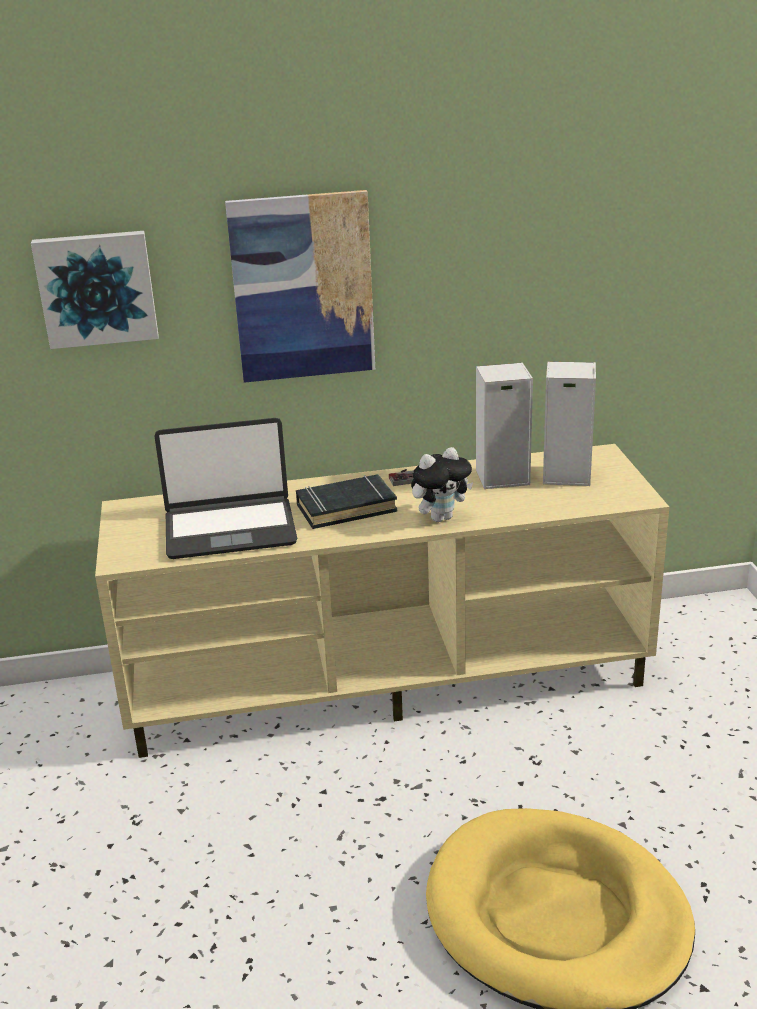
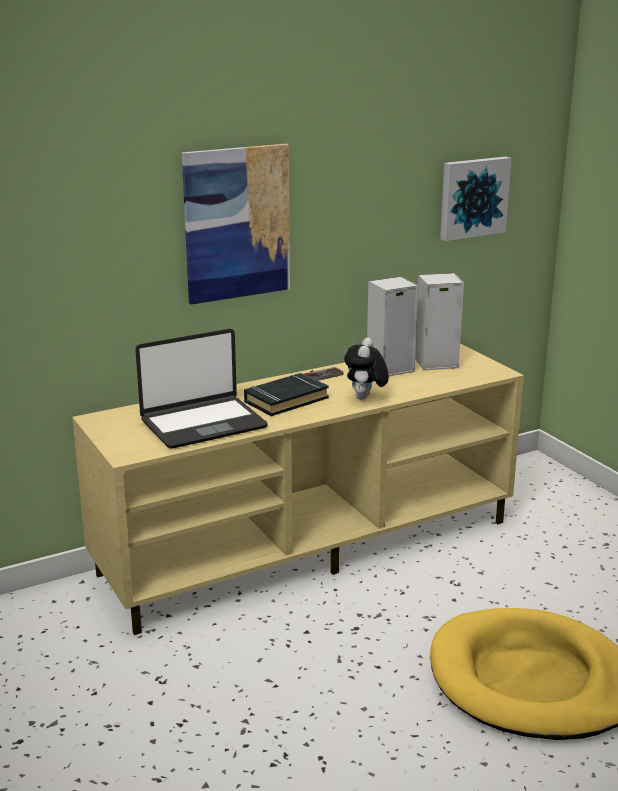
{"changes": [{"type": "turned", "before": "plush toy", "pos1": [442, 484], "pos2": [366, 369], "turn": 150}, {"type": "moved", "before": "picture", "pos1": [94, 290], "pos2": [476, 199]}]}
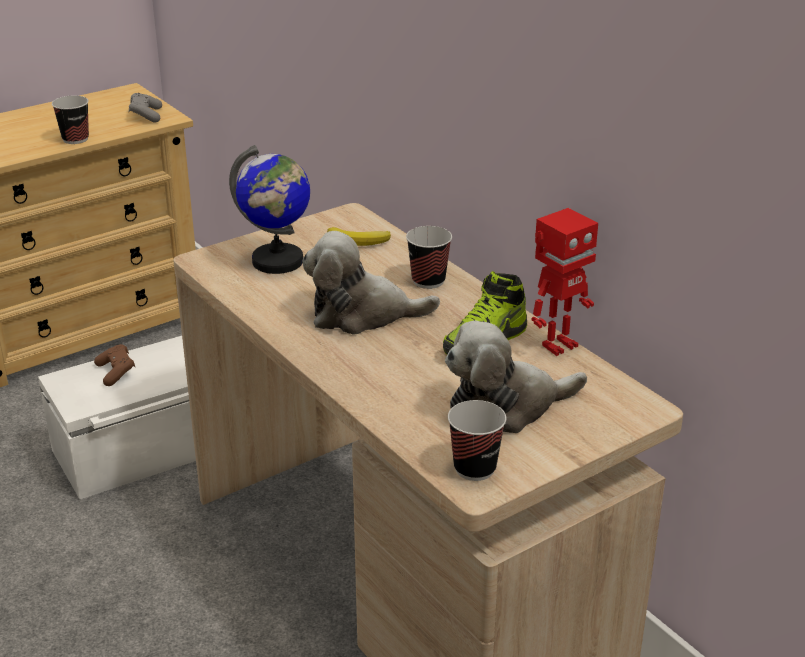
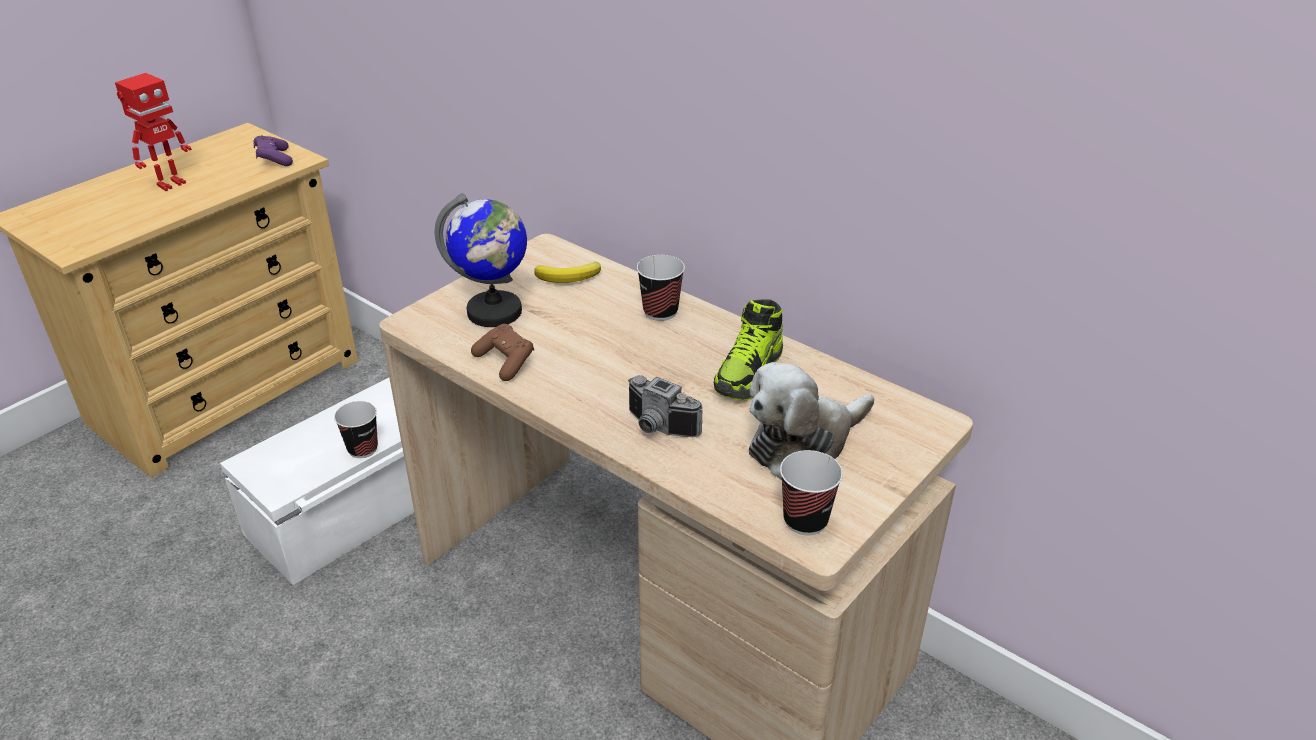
{"changes": [{"type": "moved", "before": "toy robot", "pos1": [564, 282], "pos2": [153, 132]}, {"type": "recoloured", "before": "game controller (grey)", "after": "game controller (purple)", "pos1": [145, 107], "pos2": [273, 150]}, {"type": "moved", "before": "cup", "pos1": [70, 120], "pos2": [356, 429]}, {"type": "moved", "before": "game controller (brown)", "pos1": [114, 365], "pos2": [502, 352]}, {"type": "added", "after": "photo camera", "pos2": [665, 406]}, {"type": "removed", "before": "plush toy", "pos1": [371, 283]}]}
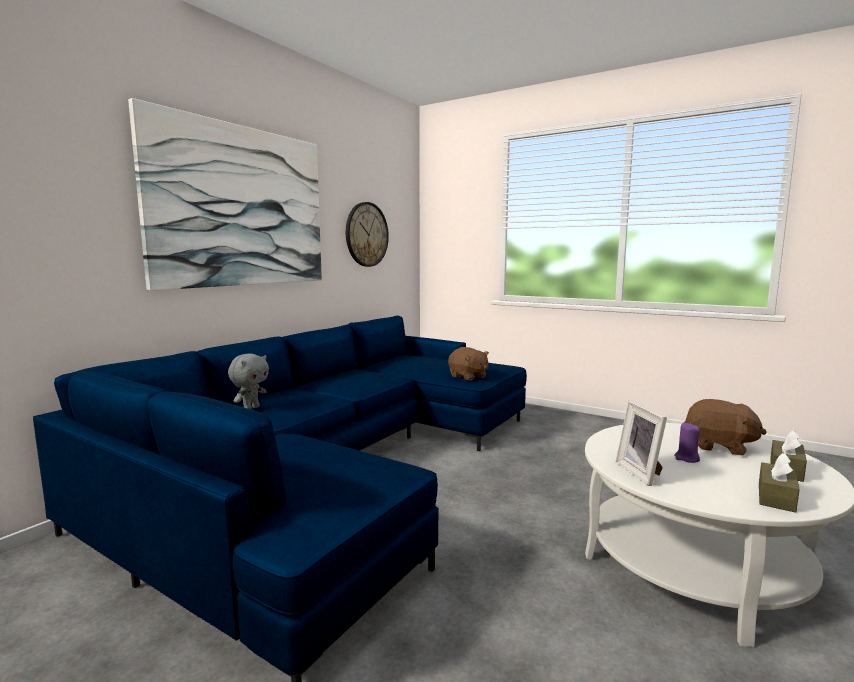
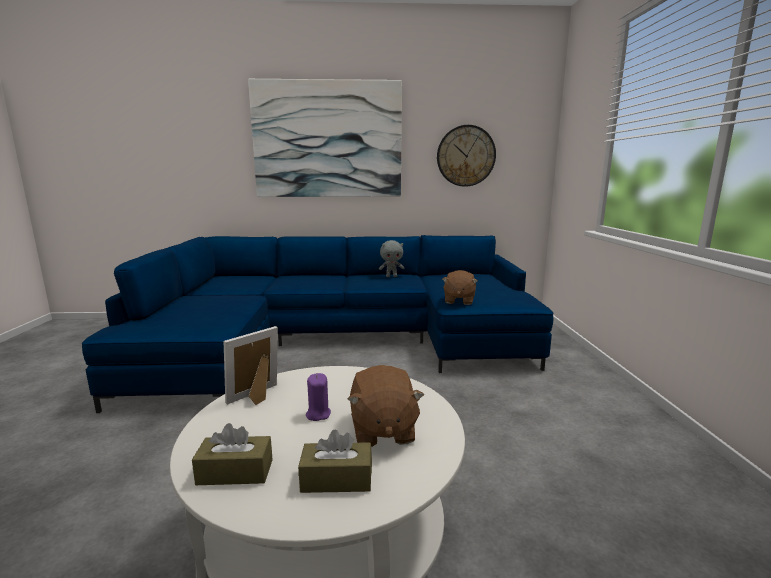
{"changes": [{"type": "moved", "before": "plush toy (grey)", "pos1": [248, 381], "pos2": [391, 258]}]}
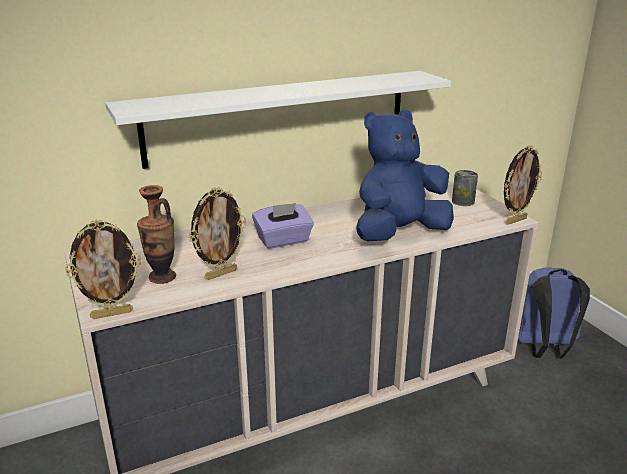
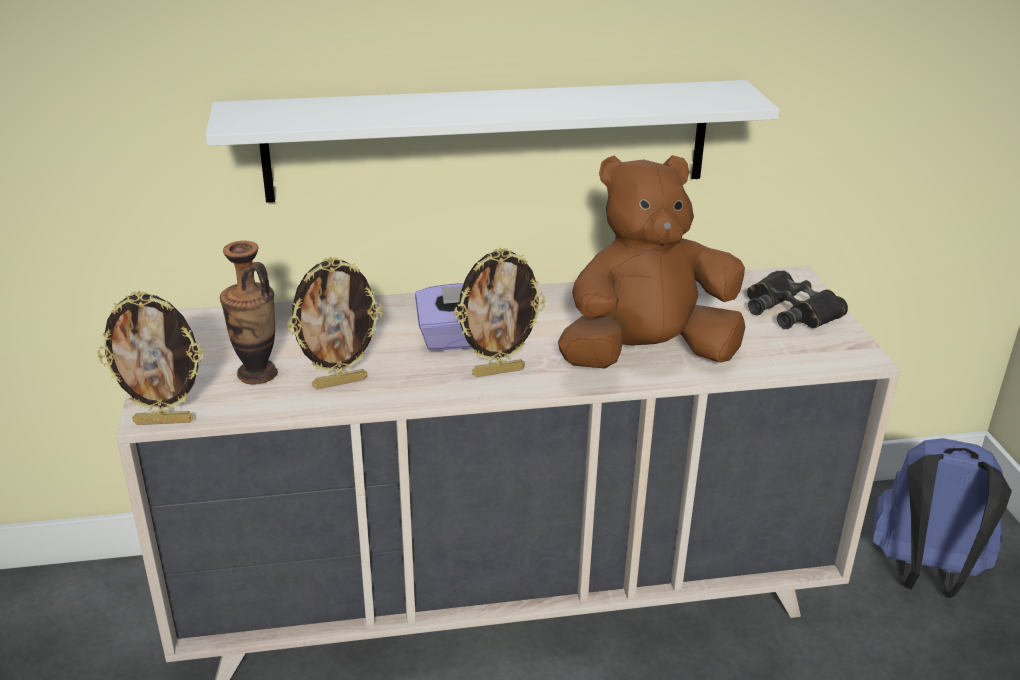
{"changes": [{"type": "moved", "before": "picture frame", "pos1": [523, 185], "pos2": [499, 312]}, {"type": "recoloured", "before": "plush toy (blue)", "after": "plush toy (brown)", "pos1": [405, 175], "pos2": [652, 261]}, {"type": "replaced", "before": "can", "after": "binoculars (black)", "pos1": [465, 188], "pos2": [797, 300]}]}
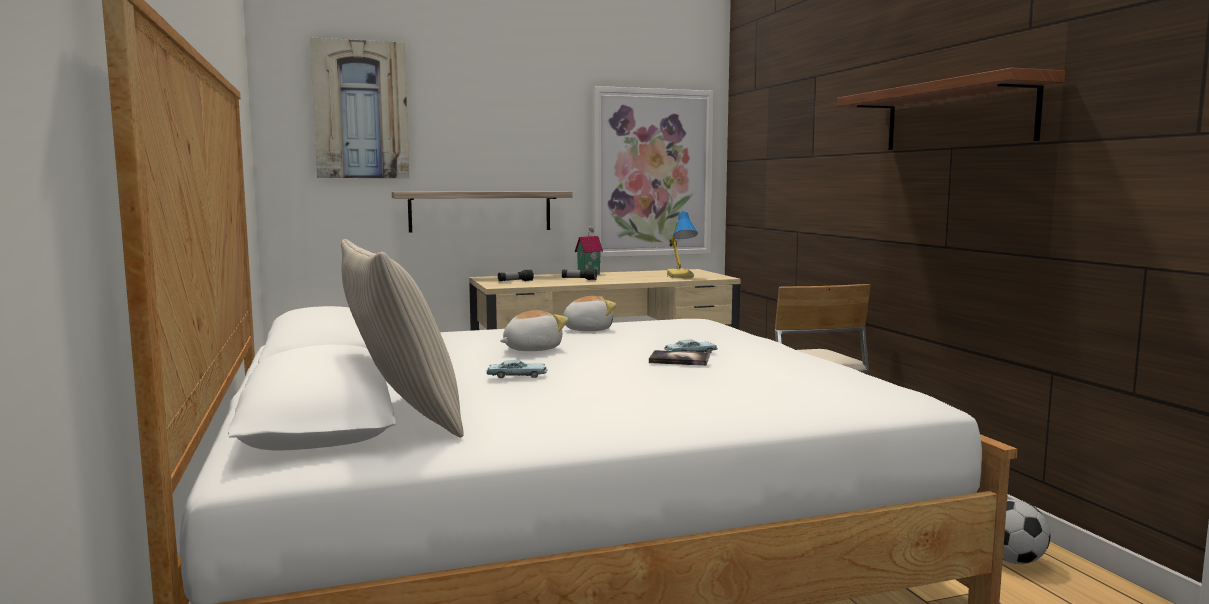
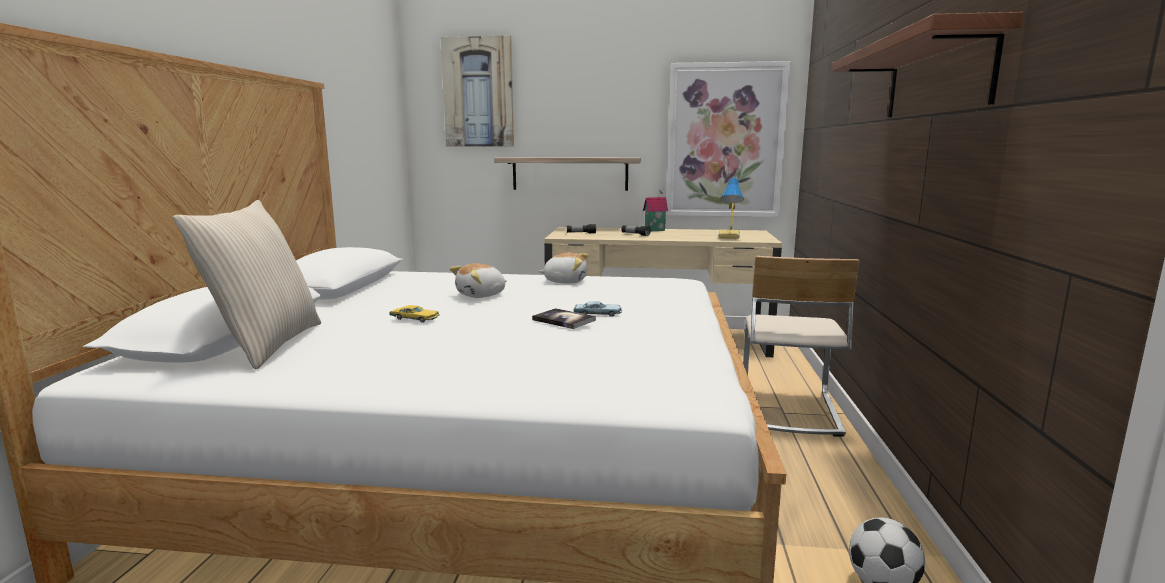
{"changes": [{"type": "recoloured", "before": "toy car (blue)", "after": "toy car (yellow)", "pos1": [516, 369], "pos2": [414, 314]}, {"type": "turned", "before": "plush toy", "pos1": [534, 330], "pos2": [478, 280], "turn": 150}]}
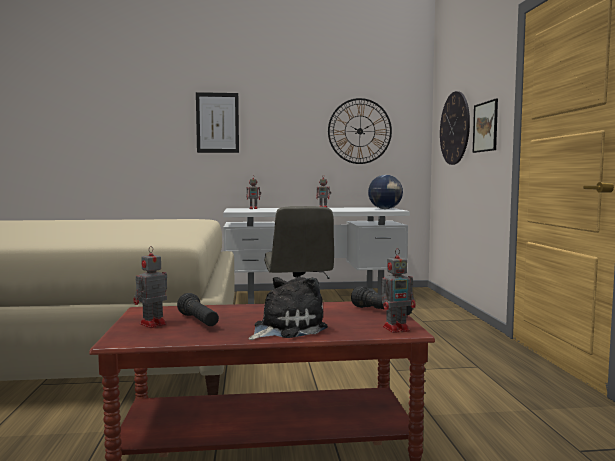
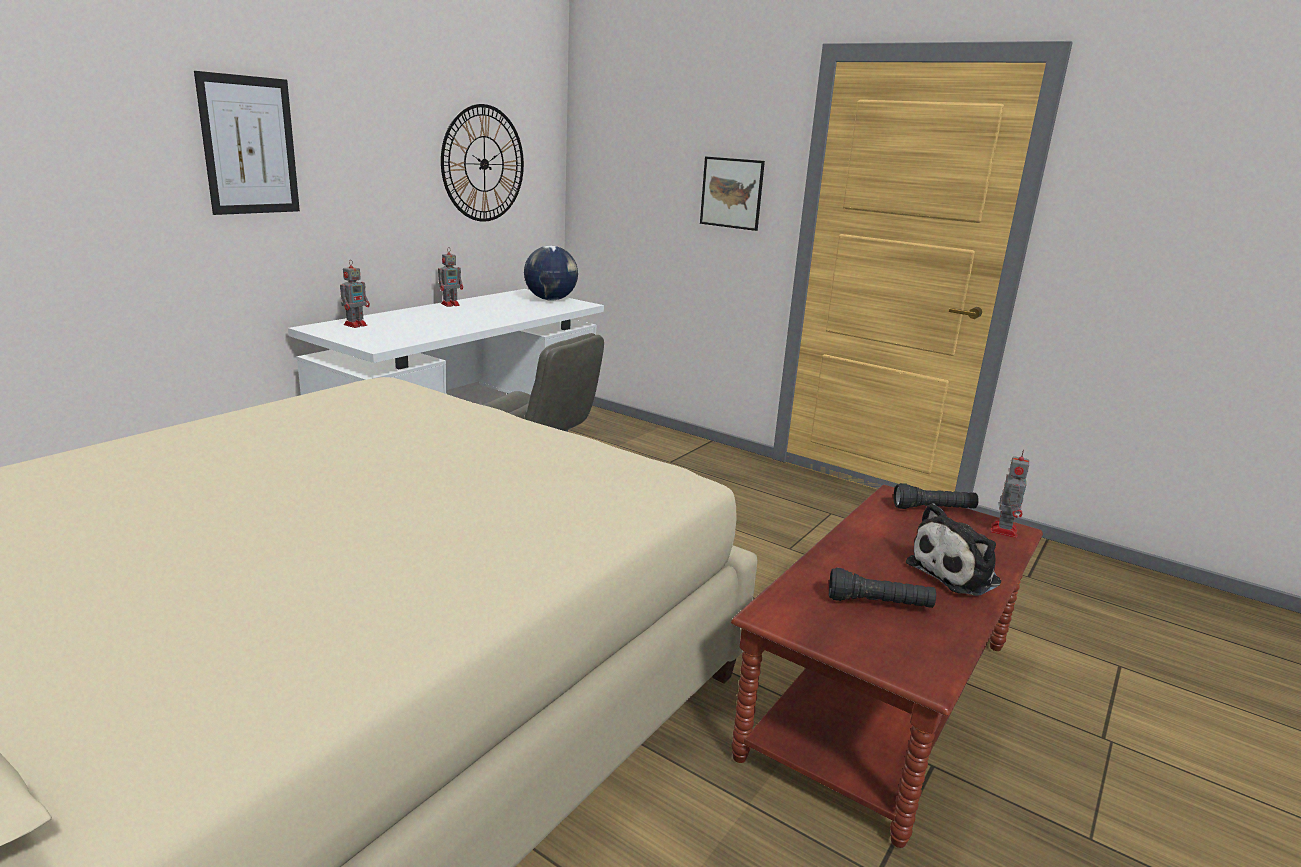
{"changes": [{"type": "turned", "before": "plush toy", "pos1": [288, 308], "pos2": [953, 549], "turn": -120}, {"type": "removed", "before": "toy robot", "pos1": [150, 287]}, {"type": "removed", "before": "wall clock", "pos1": [455, 128]}]}
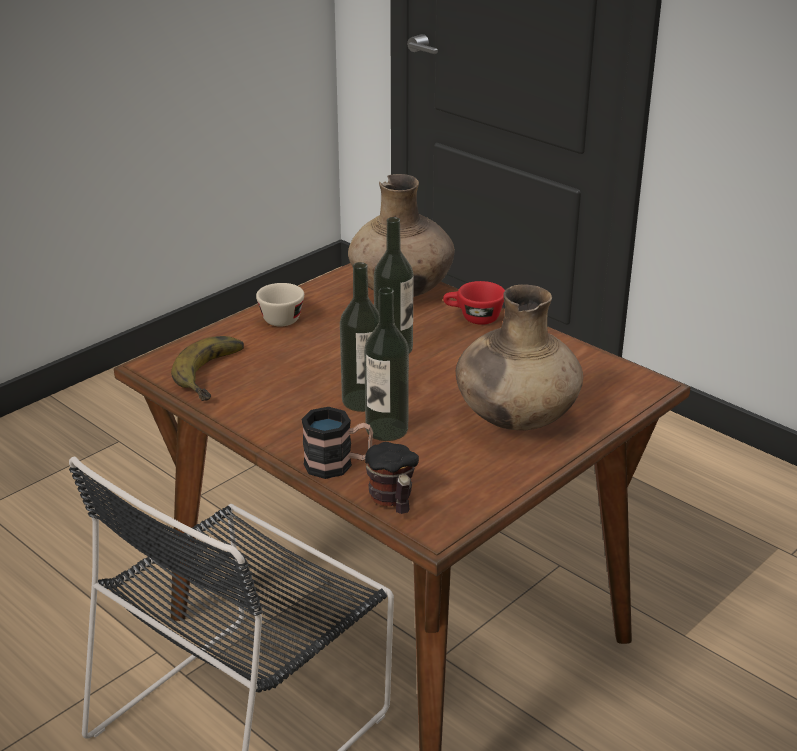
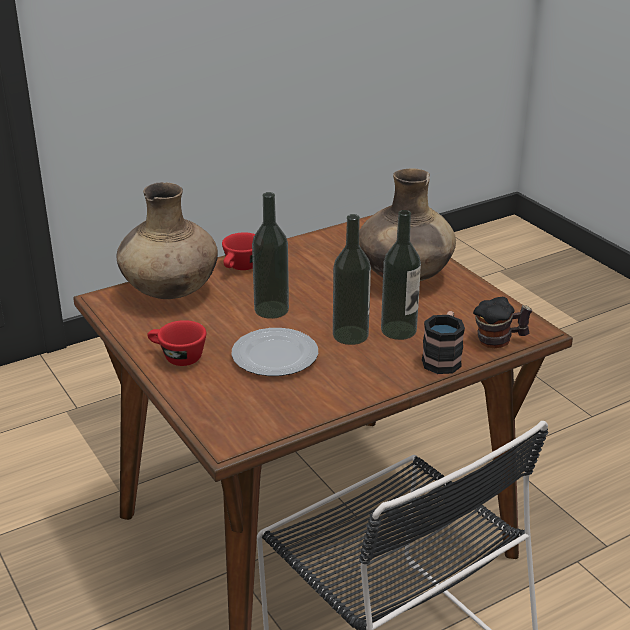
{"changes": [{"type": "recoloured", "before": "cup (beige)", "after": "cup (red)", "pos1": [280, 304], "pos2": [176, 343]}, {"type": "added", "after": "plate", "pos2": [274, 352]}, {"type": "removed", "before": "banana", "pos1": [207, 368]}]}
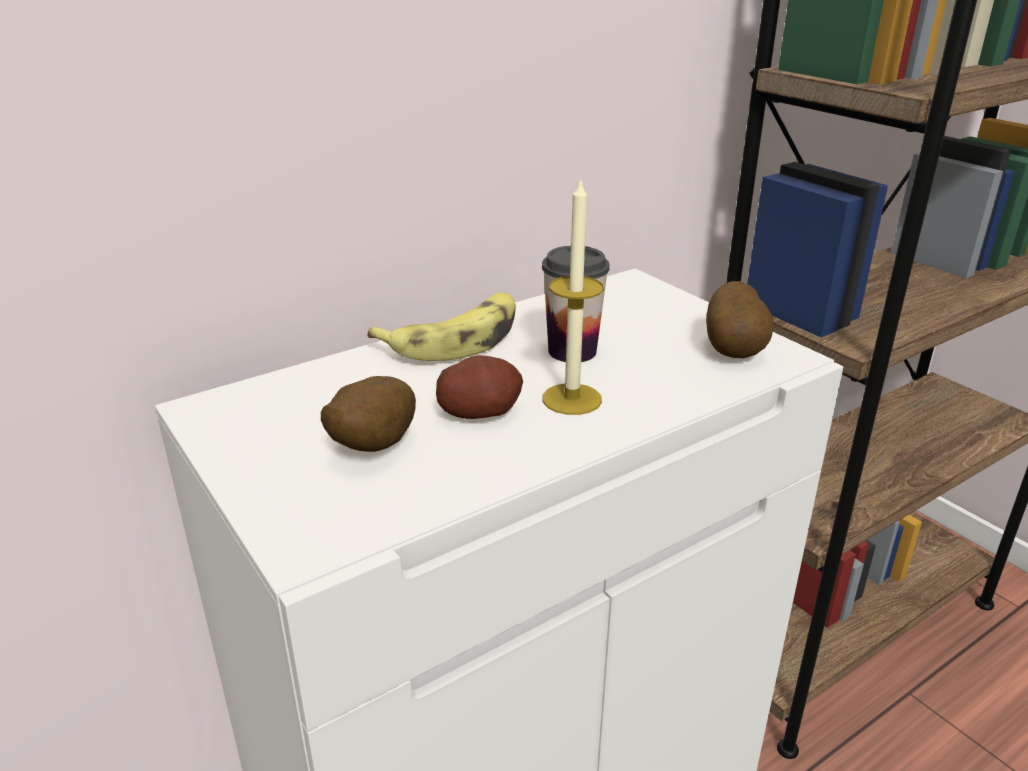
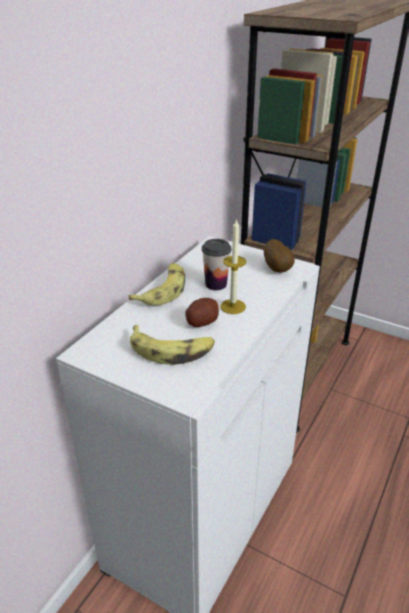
{"changes": [{"type": "replaced", "before": "potato", "after": "banana", "pos1": [368, 414], "pos2": [172, 345]}]}
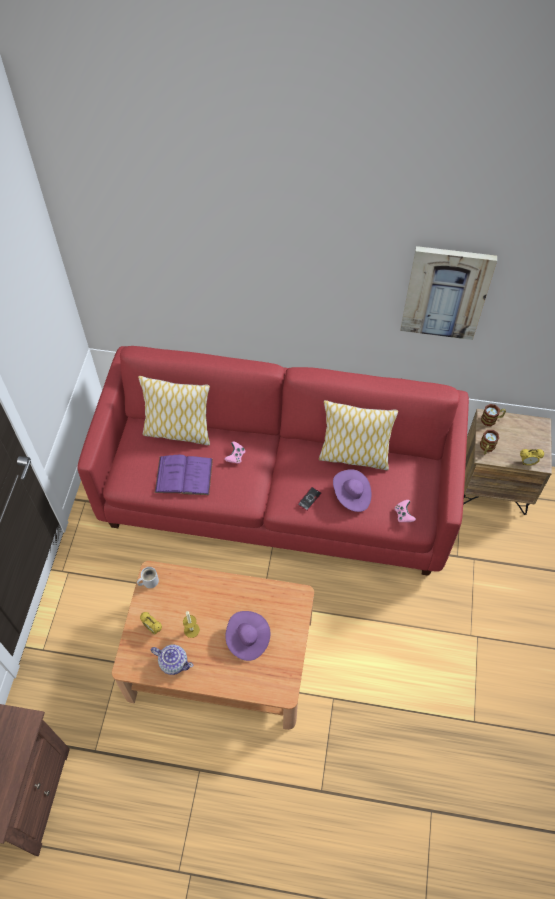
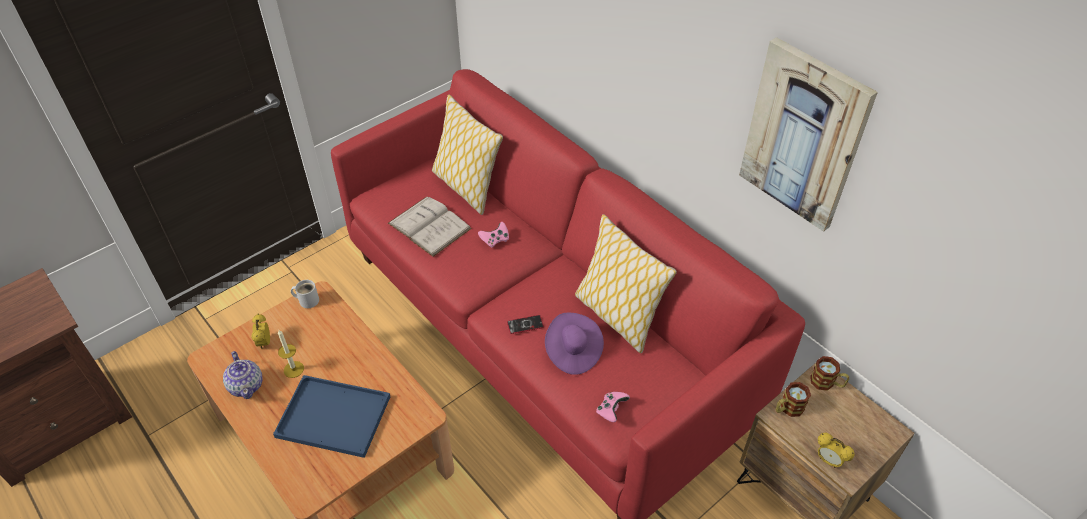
{"changes": [{"type": "replaced", "before": "hat (purple)", "after": "tray (blue)", "pos1": [247, 636], "pos2": [331, 416]}, {"type": "recoloured", "before": "book (purple)", "after": "book (white)", "pos1": [184, 475], "pos2": [430, 227]}]}
